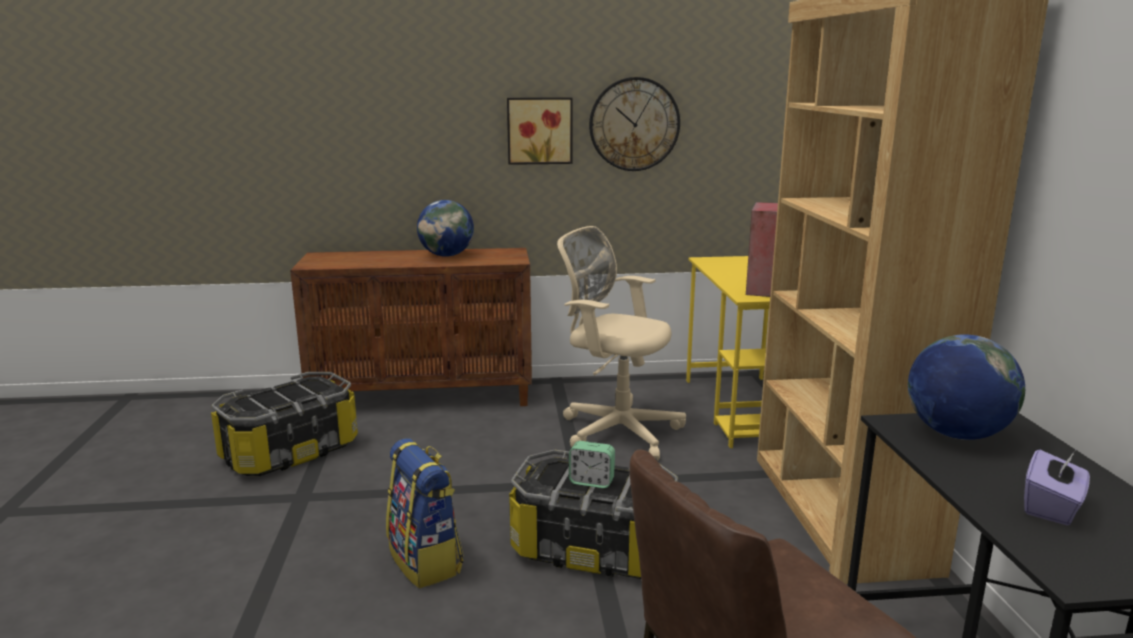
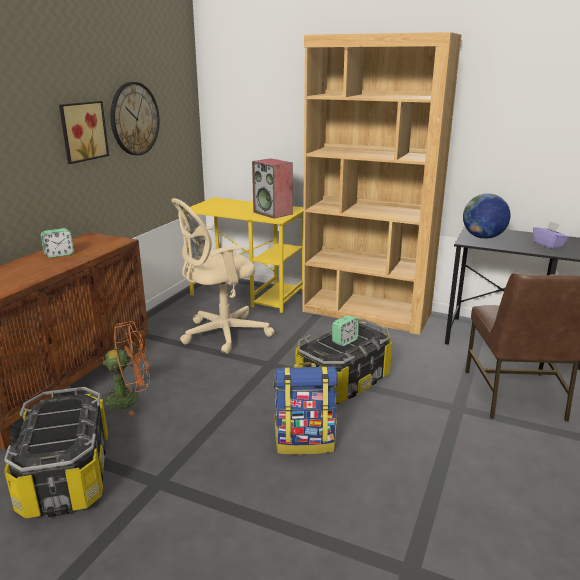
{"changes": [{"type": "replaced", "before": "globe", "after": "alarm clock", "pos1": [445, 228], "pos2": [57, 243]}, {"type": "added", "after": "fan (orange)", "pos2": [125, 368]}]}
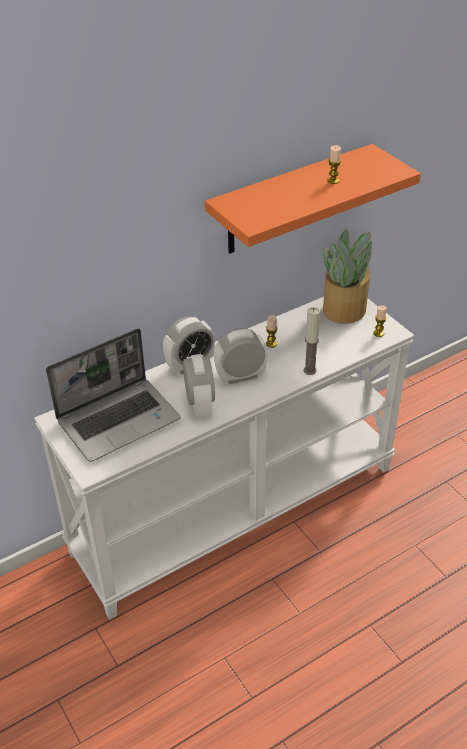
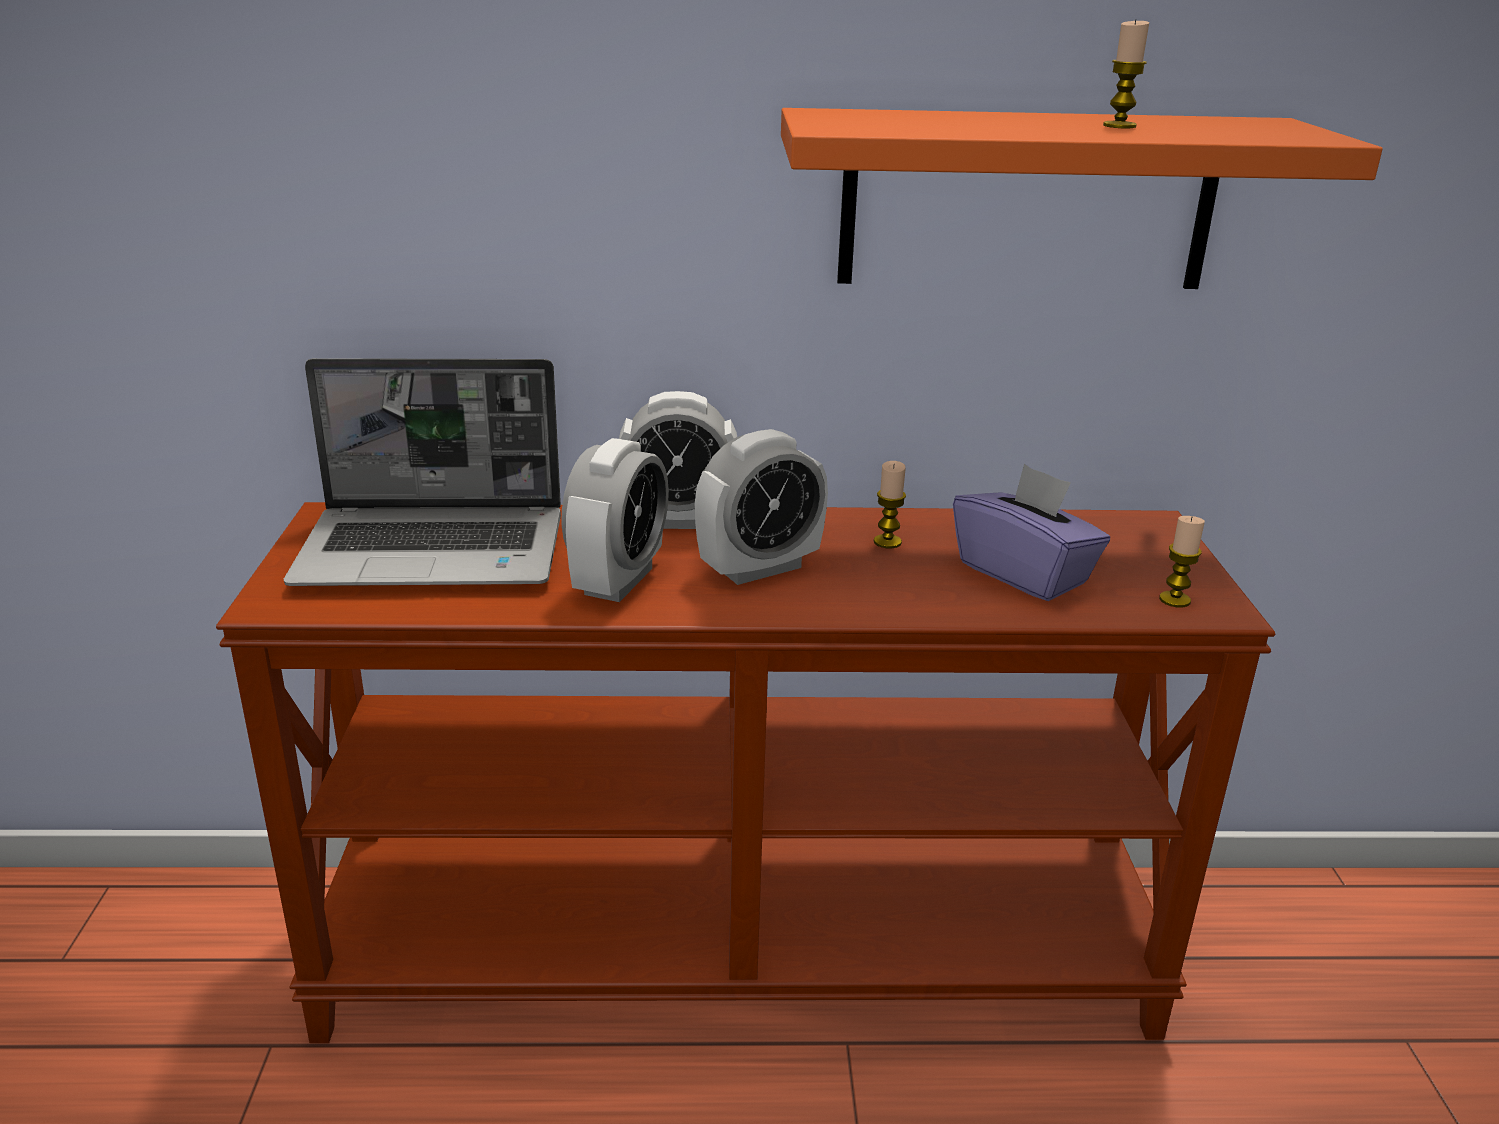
{"changes": [{"type": "recoloured", "before": "console table (white)", "after": "console table (brown)", "pos1": [224, 458], "pos2": [745, 772]}, {"type": "turned", "before": "alarm clock", "pos1": [241, 356], "pos2": [761, 507], "turn": 135}, {"type": "added", "after": "tissue box (purple)", "pos2": [1031, 532]}, {"type": "removed", "before": "candle", "pos1": [312, 341]}, {"type": "removed", "before": "potted plant", "pos1": [347, 276]}]}
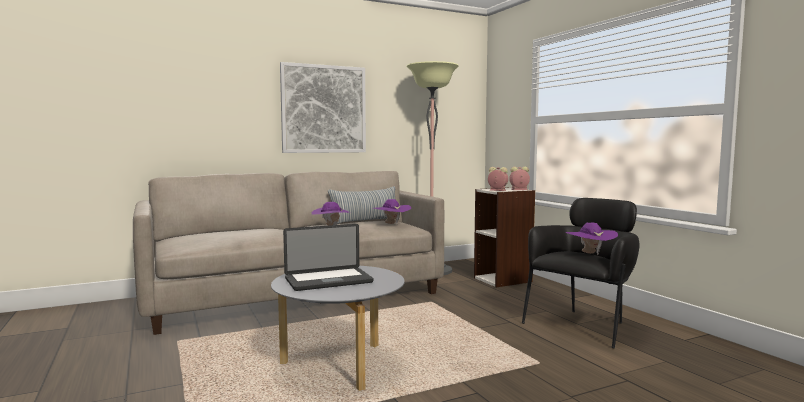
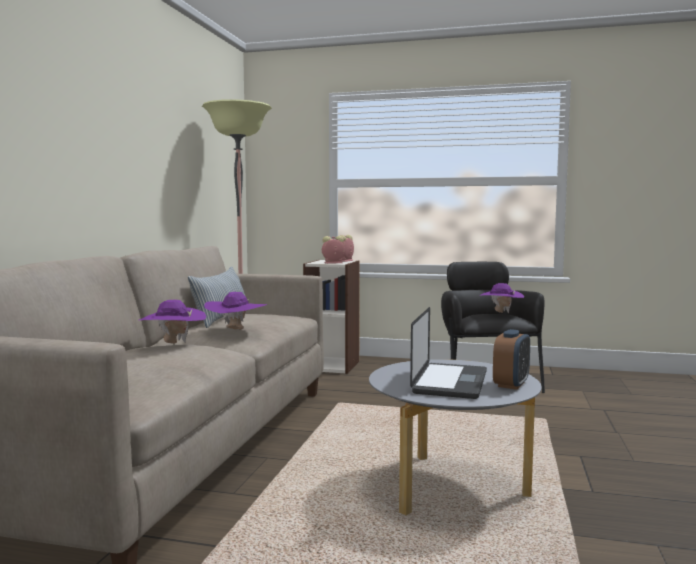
{"changes": [{"type": "moved", "before": "hat (purple)", "pos1": [392, 211], "pos2": [172, 322]}, {"type": "added", "after": "alarm clock", "pos2": [511, 359]}, {"type": "removed", "before": "picture", "pos1": [323, 107]}]}
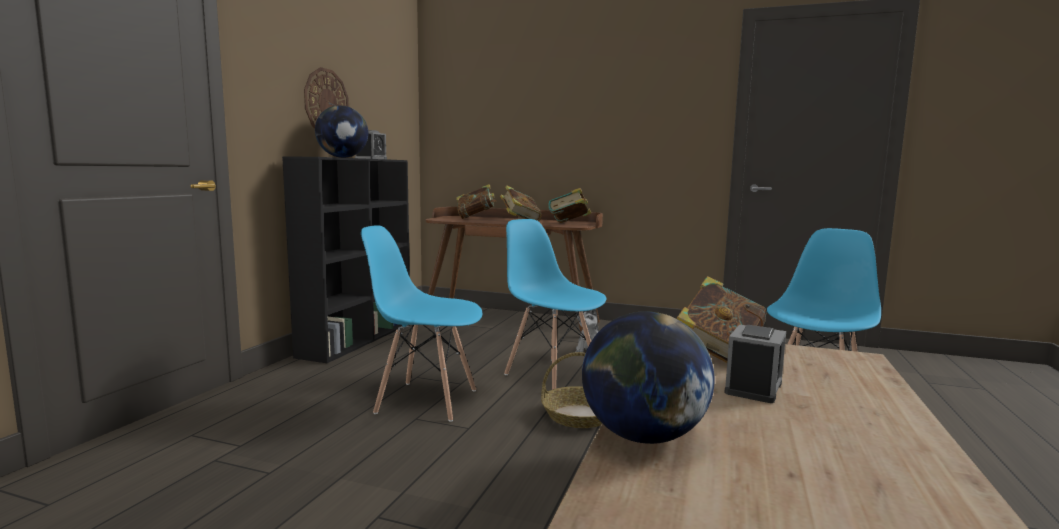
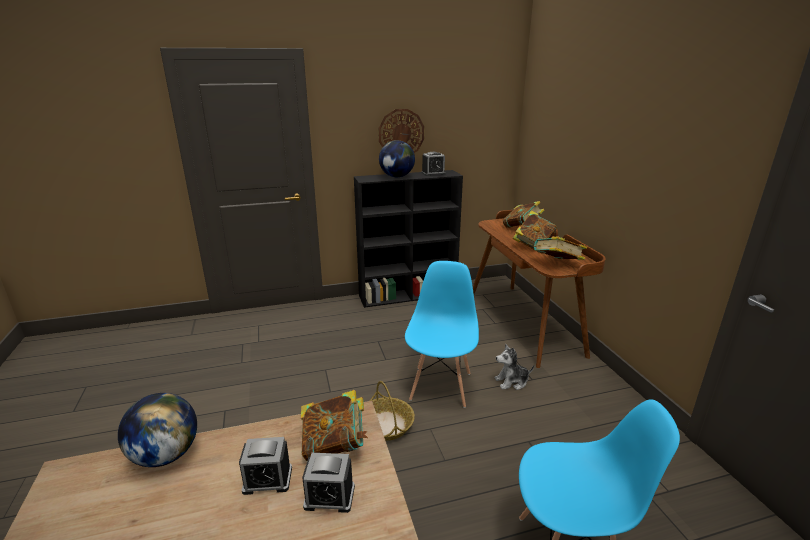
{"changes": [{"type": "added", "after": "alarm clock", "pos2": [328, 483]}, {"type": "removed", "before": "chair (blue)", "pos1": [421, 323]}]}
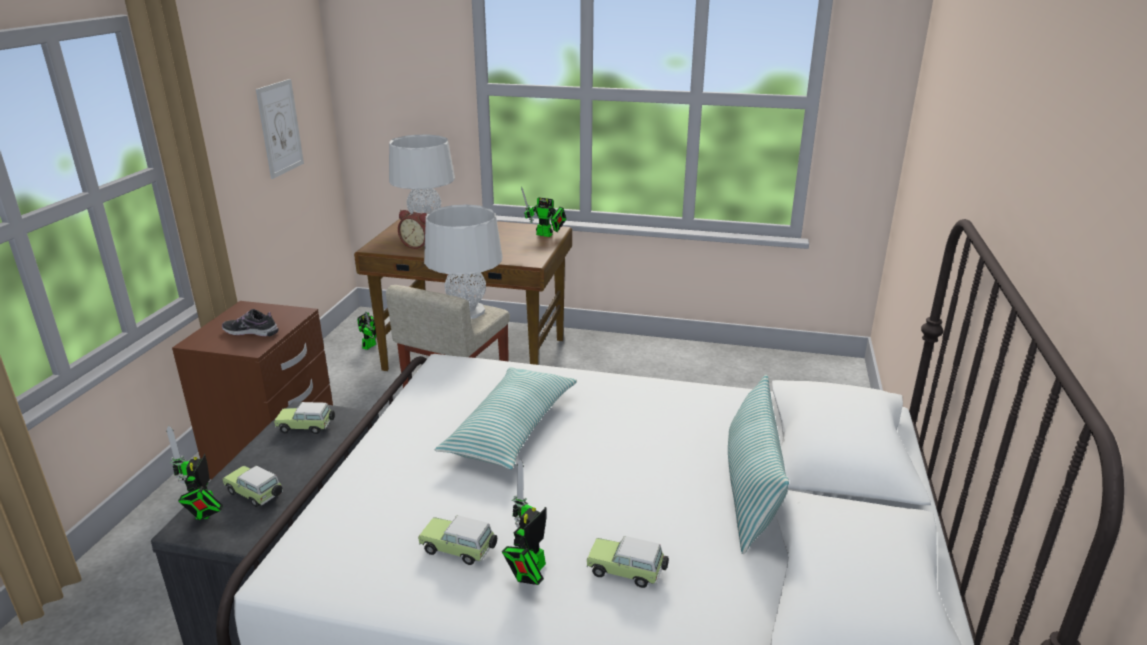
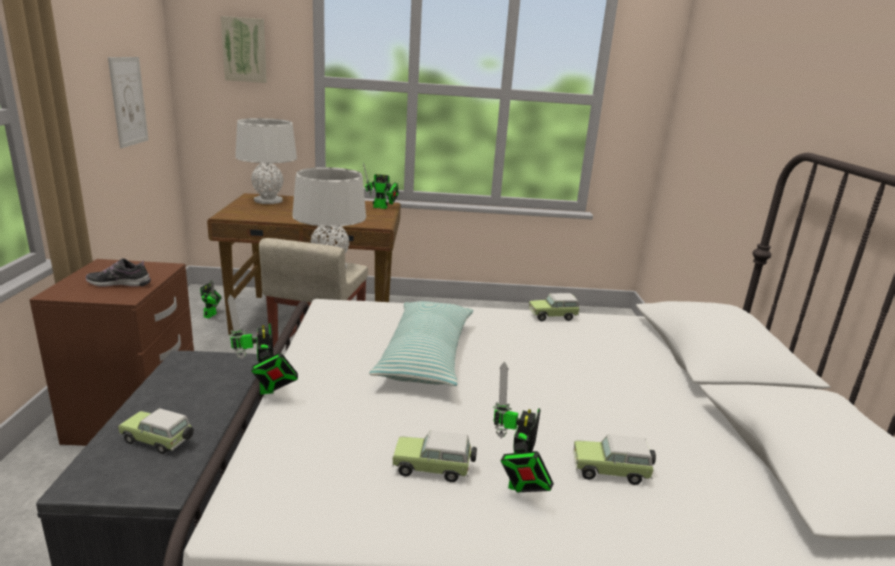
{"changes": [{"type": "added", "after": "picture", "pos2": [244, 49]}, {"type": "moved", "before": "toy robot", "pos1": [194, 473], "pos2": [262, 345]}, {"type": "moved", "before": "toy car", "pos1": [304, 418], "pos2": [554, 307]}, {"type": "removed", "before": "alarm clock", "pos1": [412, 229]}, {"type": "removed", "before": "pillow", "pos1": [758, 464]}]}
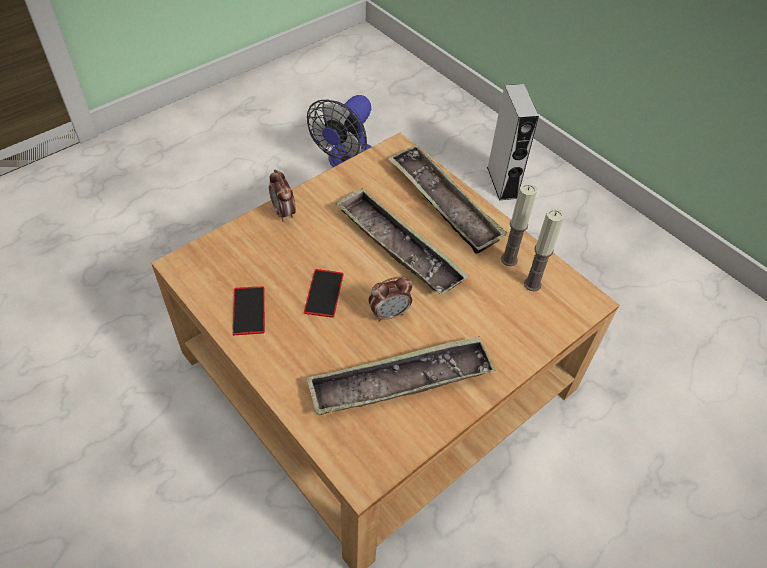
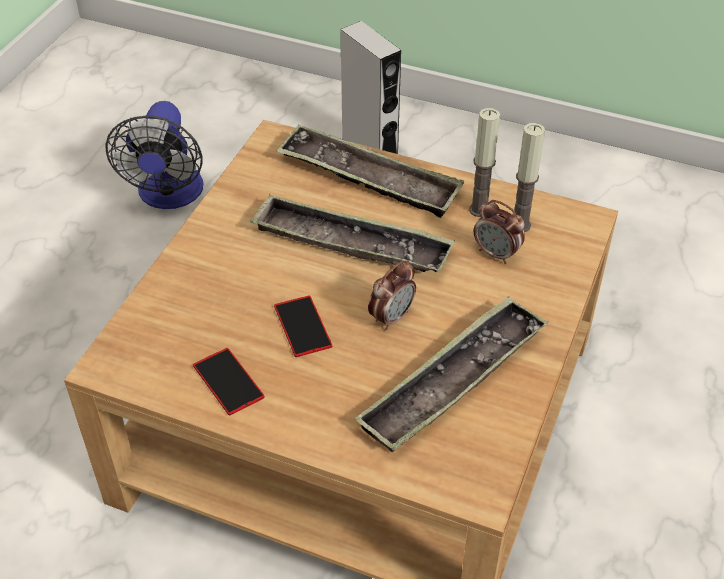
{"changes": [{"type": "moved", "before": "alarm clock", "pos1": [282, 195], "pos2": [499, 232]}]}
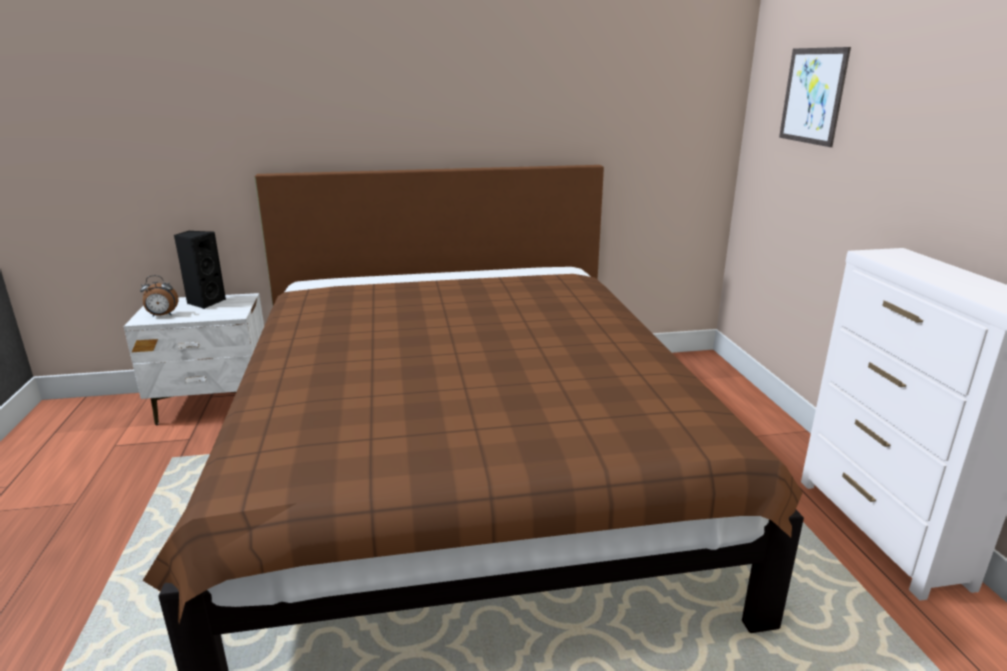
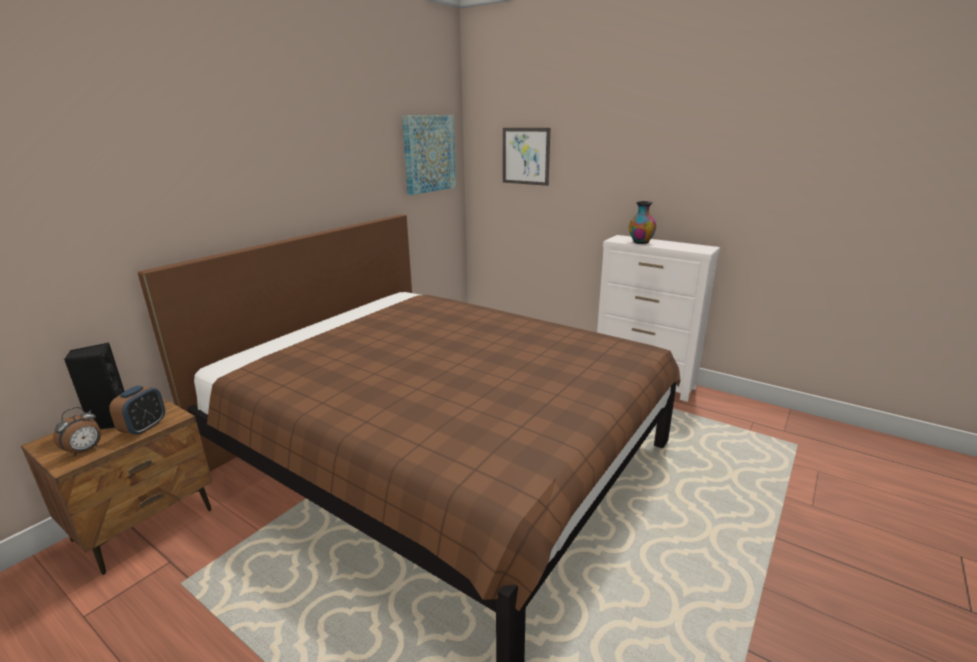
{"changes": [{"type": "recoloured", "before": "nightstand (white)", "after": "nightstand (brown)", "pos1": [194, 359], "pos2": [116, 486]}, {"type": "added", "after": "alarm clock", "pos2": [137, 410]}, {"type": "added", "after": "picture", "pos2": [429, 155]}, {"type": "added", "after": "vase", "pos2": [642, 222]}]}
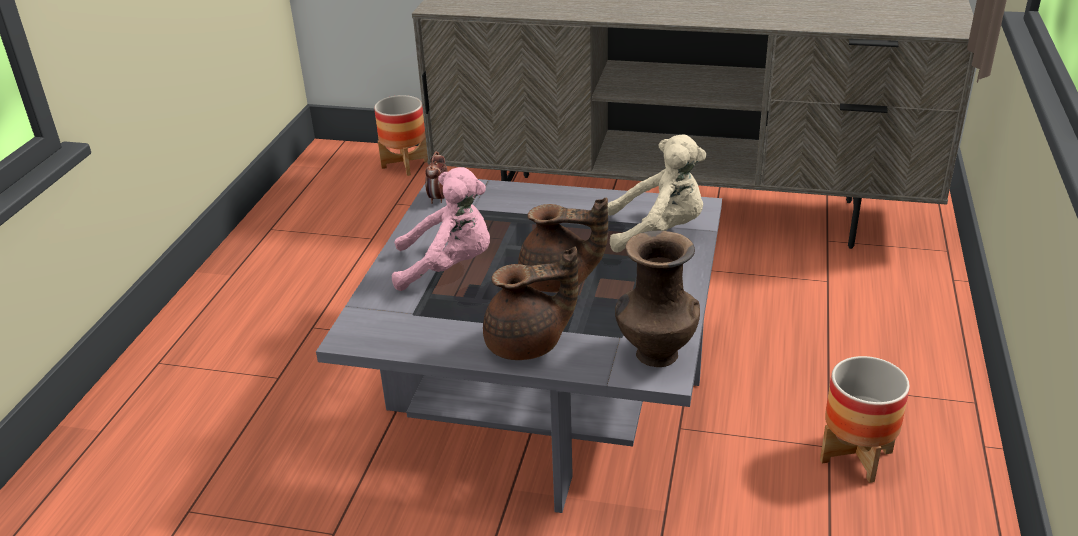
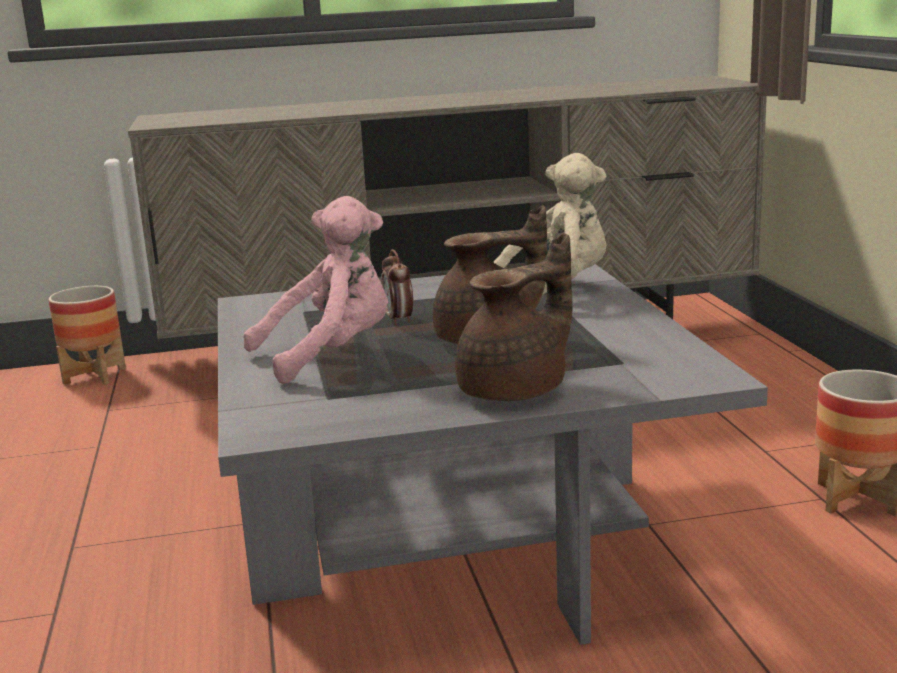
{"changes": [{"type": "moved", "before": "alarm clock", "pos1": [436, 177], "pos2": [397, 287]}, {"type": "removed", "before": "vase (brown)", "pos1": [657, 299]}]}
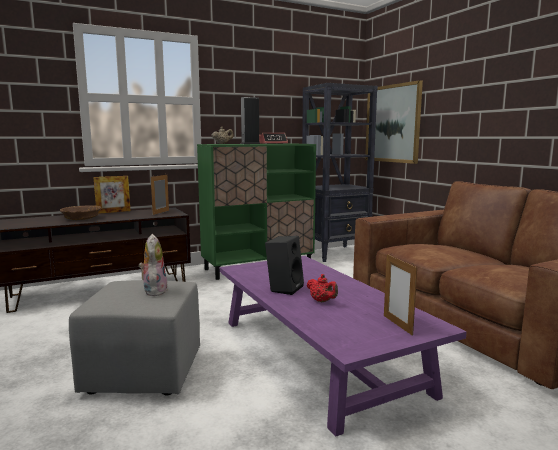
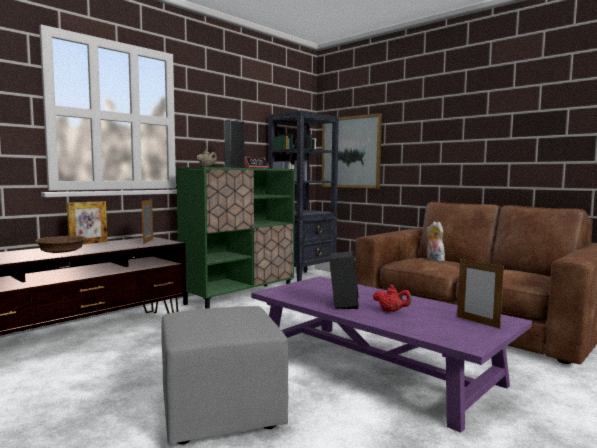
{"changes": [{"type": "moved", "before": "plush toy", "pos1": [153, 265], "pos2": [435, 241]}]}
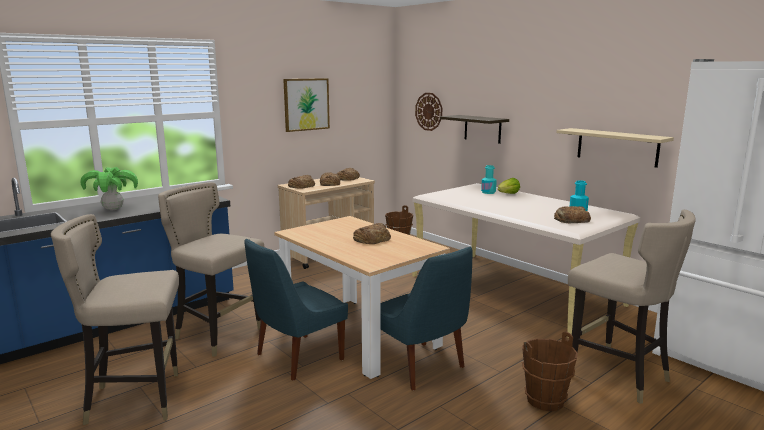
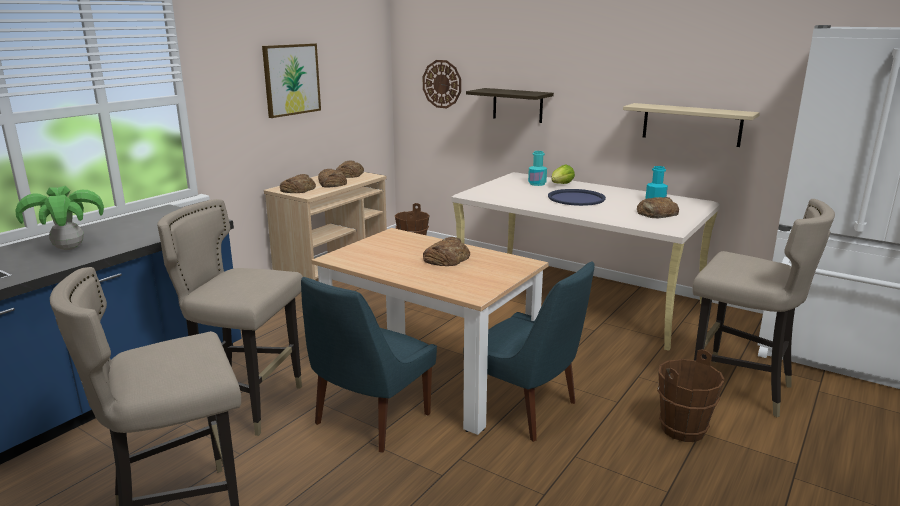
{"changes": [{"type": "added", "after": "tray (blue)", "pos2": [577, 197]}]}
